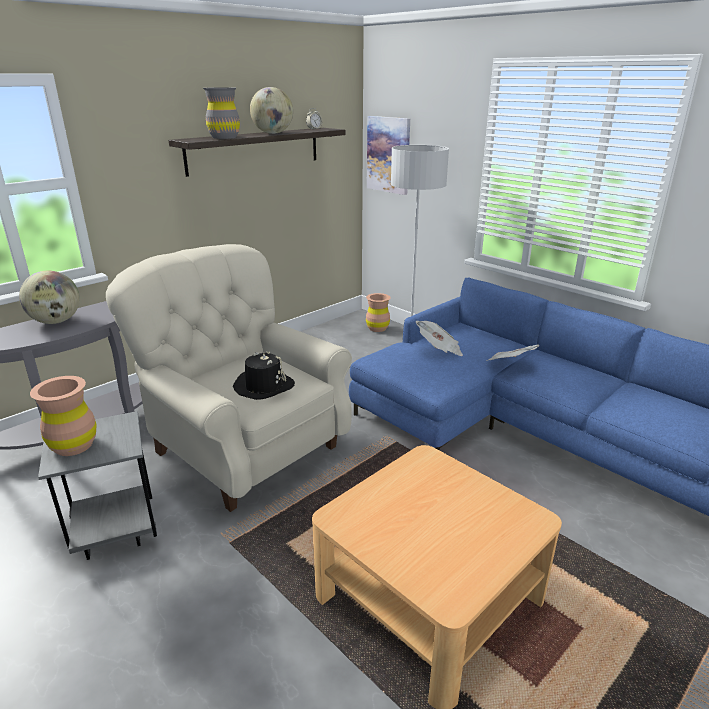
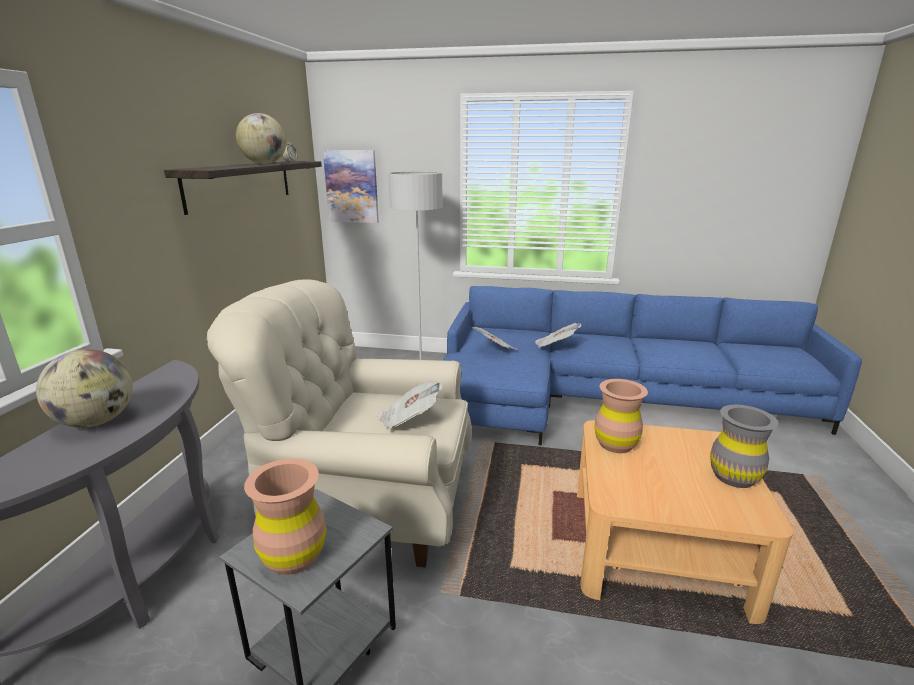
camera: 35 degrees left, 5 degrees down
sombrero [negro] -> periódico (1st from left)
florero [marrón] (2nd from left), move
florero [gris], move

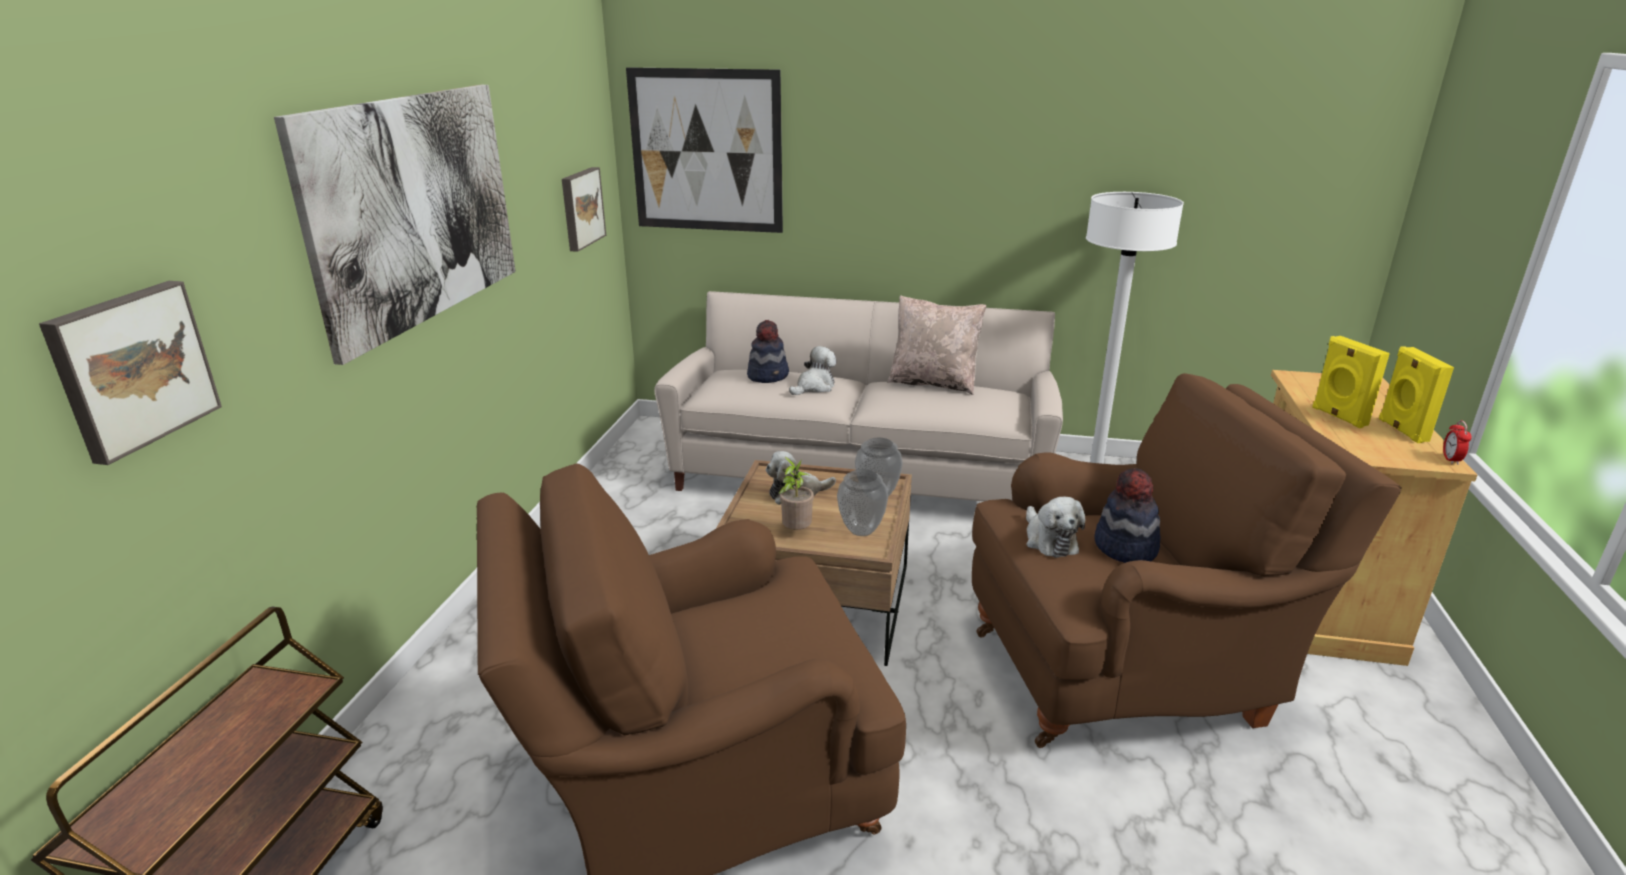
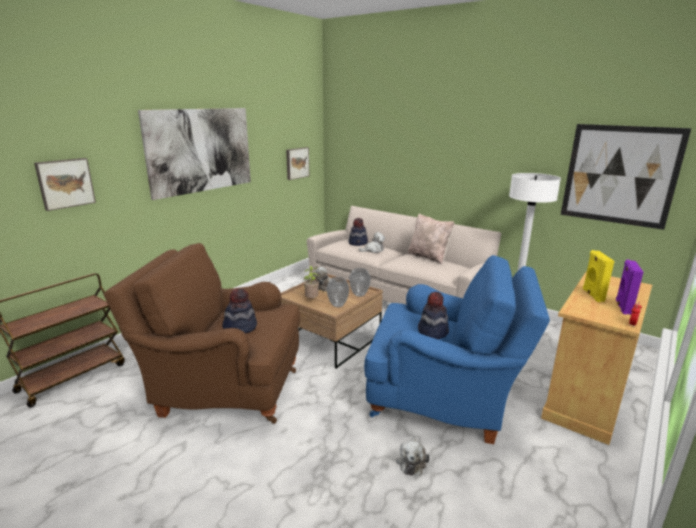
camera: 25 degrees right, 5 degrees down
none -> sombrero (1st from left)
sillón [marrón] (2nd from left) -> sillón [azul]
peluche (3rd from left), move
cuadro (4th from left), move
altavoz [amarillo] (2nd from left) -> altavoz [morado]

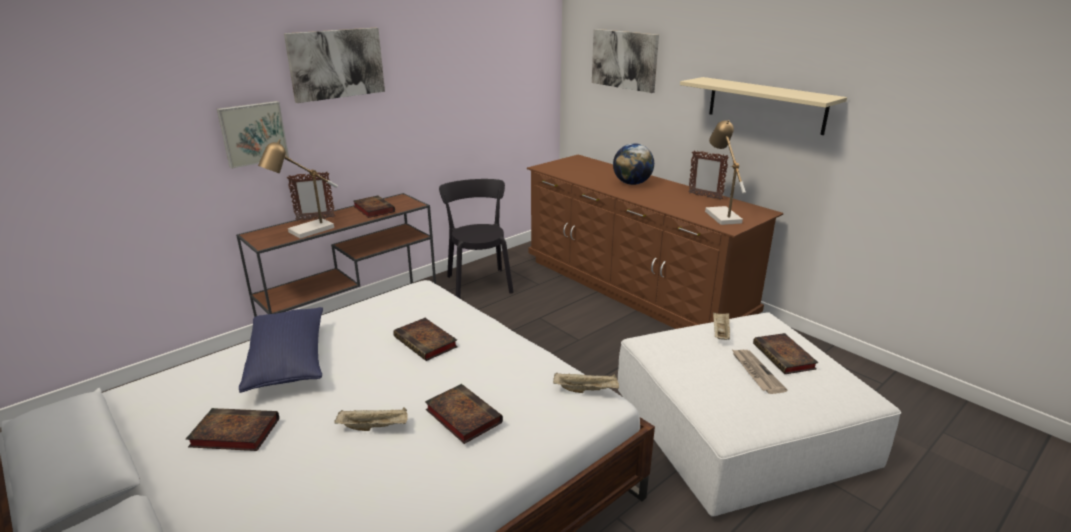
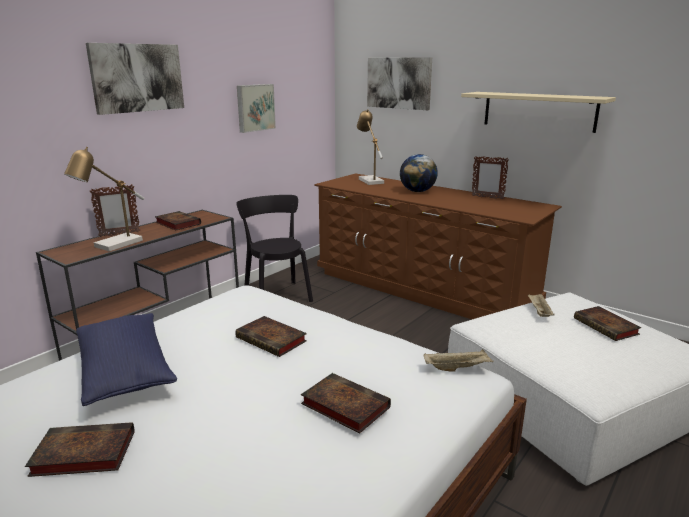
camera: 10 degrees left, 5 degrees down
cuadro (1st from left in the first image) -> cuadro (2nd from left), move
lámpara de mesa (2nd from left), move
bandeja [beis] (1st from left) -> none
periódico -> none

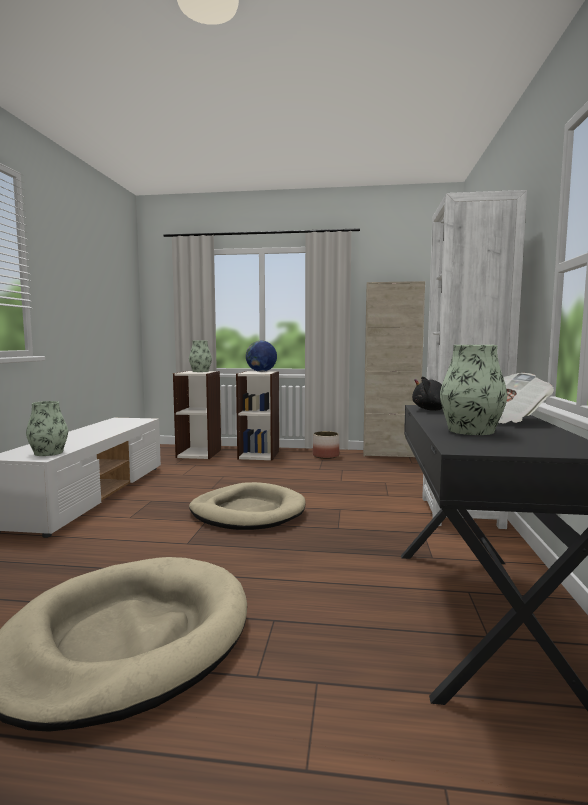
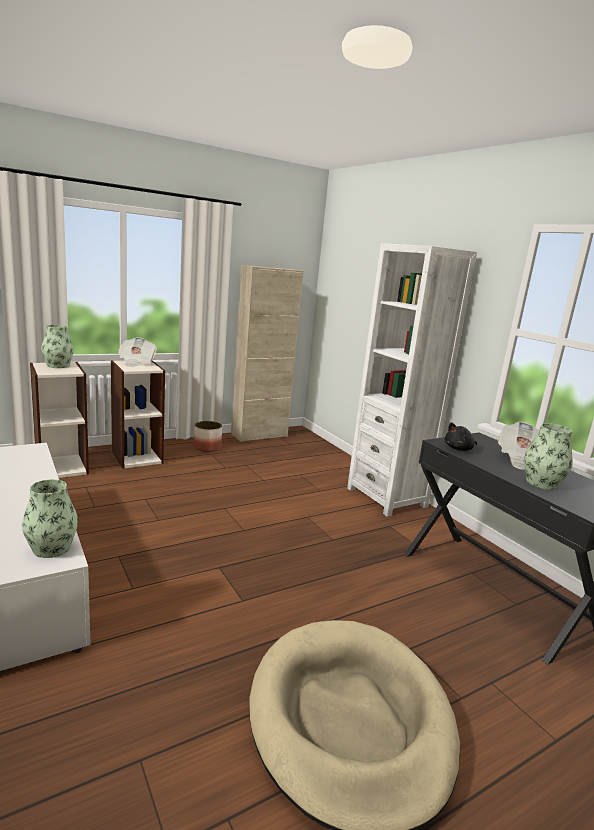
camera: 40 degrees left, 10 degrees up
globo terráqueo -> periódico (1st from left)
cama para perro [beis] (2nd from left) -> none

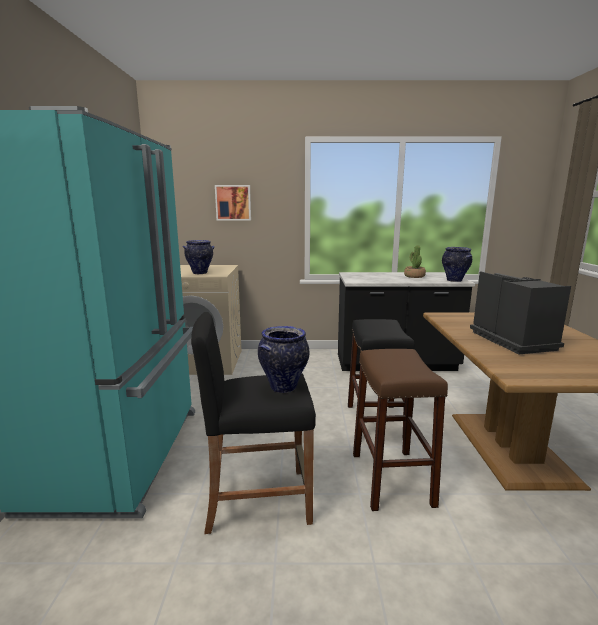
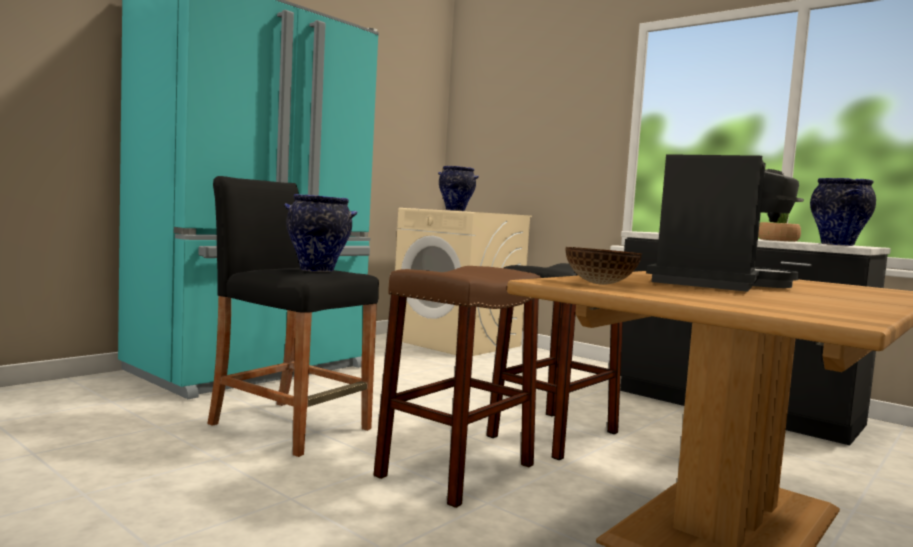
camera: 40 degrees right, 10 degrees down
none -> cuenco
cuadro -> none

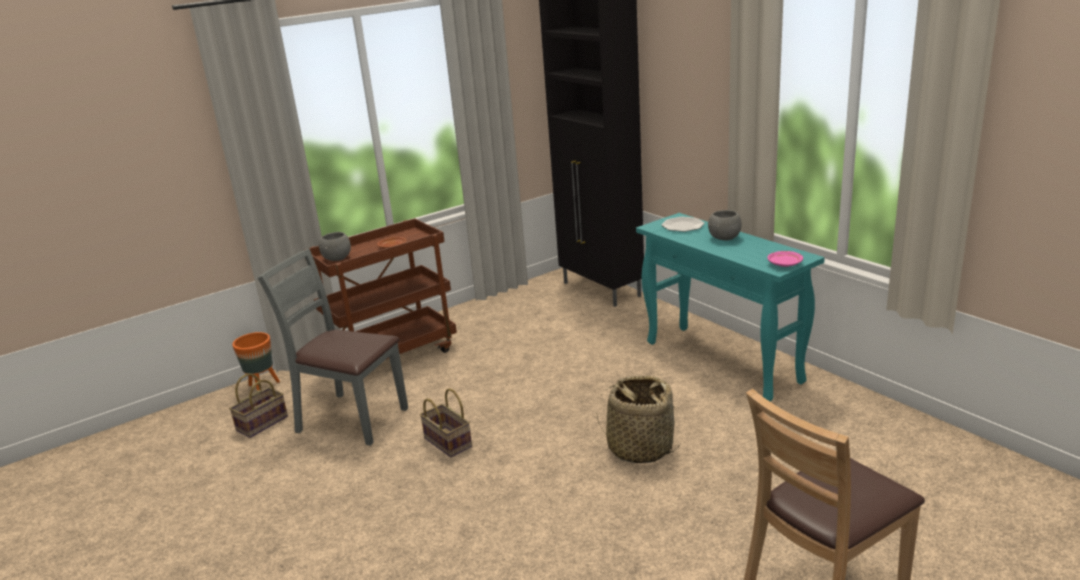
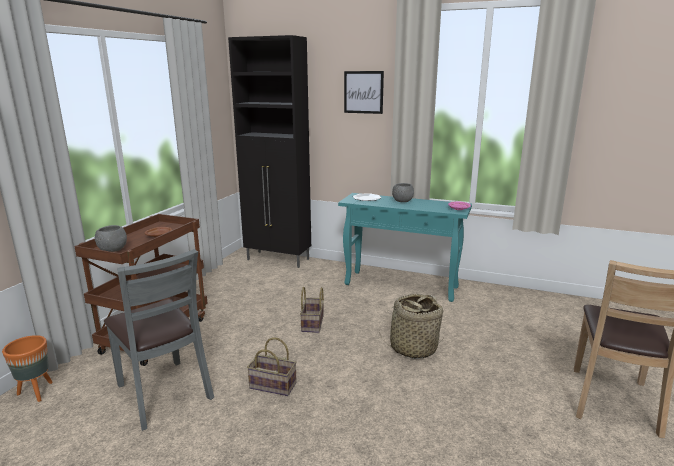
camera: 35 degrees left, 5 degrees down
silla [gris], 120 degrees counterclockwise
cesta (1st from left in the first image) -> cesta (2nd from left), move
none -> cuadro

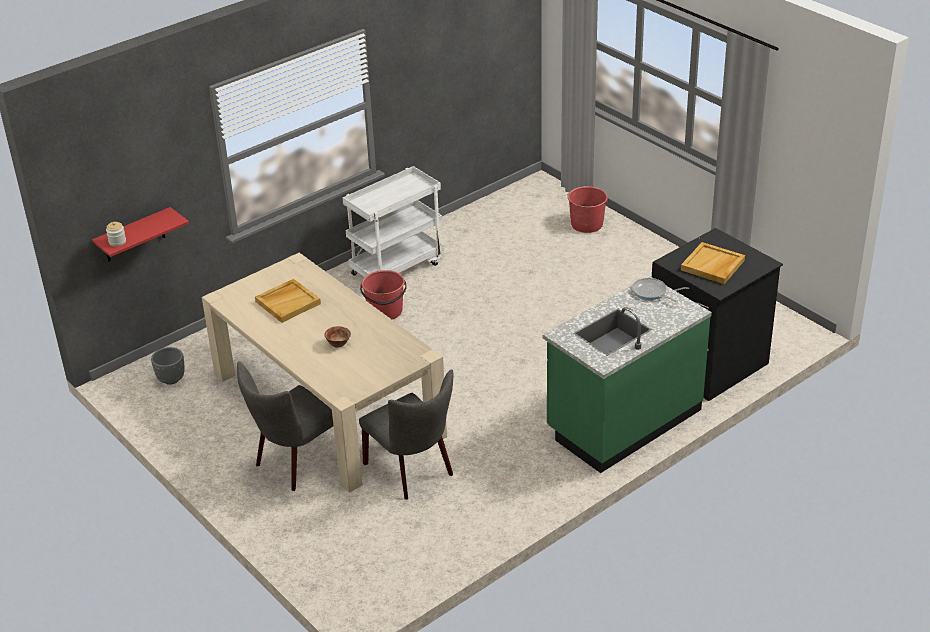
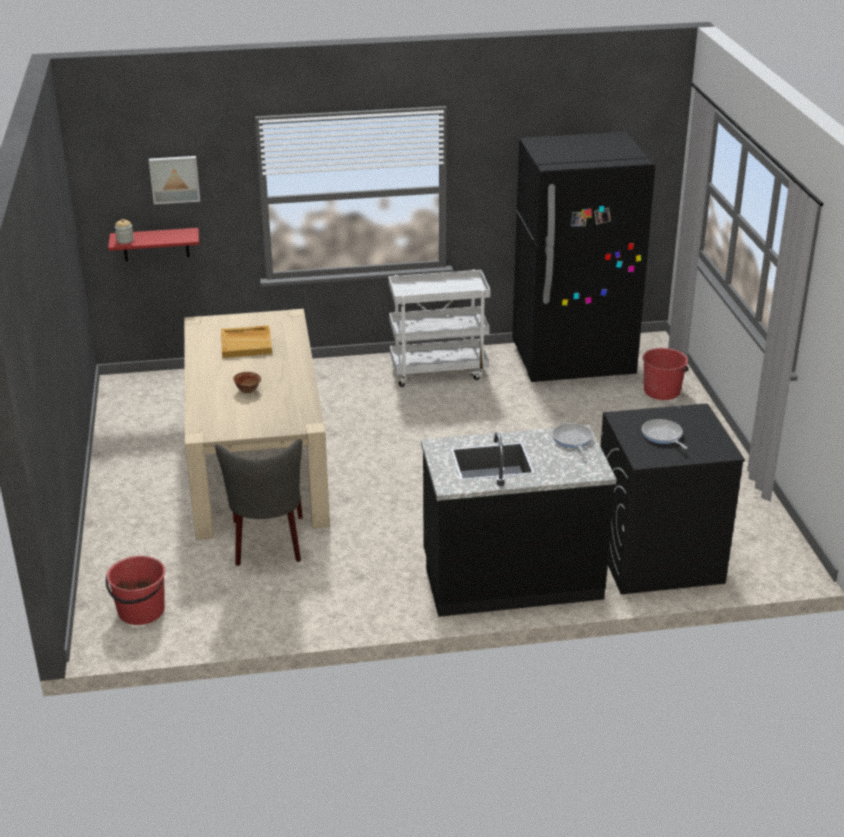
camera: 30 degrees right, 5 degrees down
cubo [rojo] (1st from left), move
none -> cuadro
mueble bajo de cocina [verde] -> mueble bajo de cocina [negro]
none -> nevera [negro]
bandeja [beis] (2nd from left) -> sartén (2nd from left)
maceta [gris] -> none
silla [gris] (1st from left) -> none

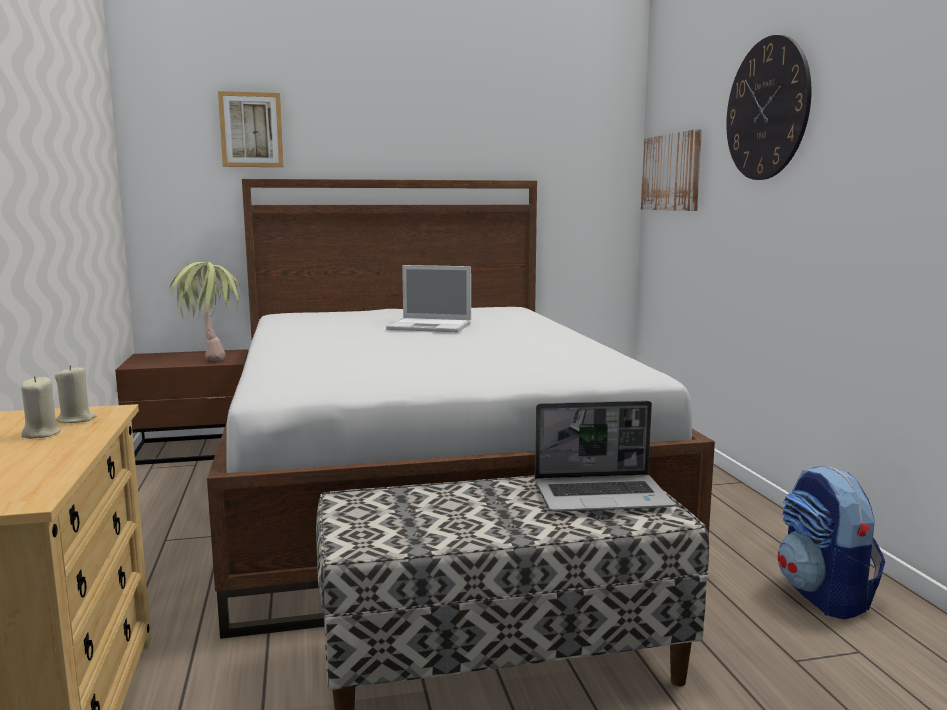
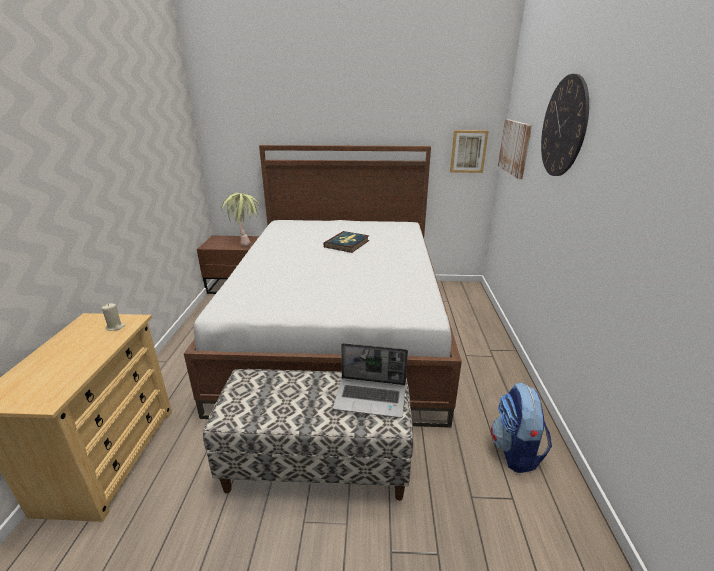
camera: 15 degrees right, 15 degrees up
portátil (1st from left) -> libro
cuadro (1st from left), move
vela [beis] (1st from left) -> none

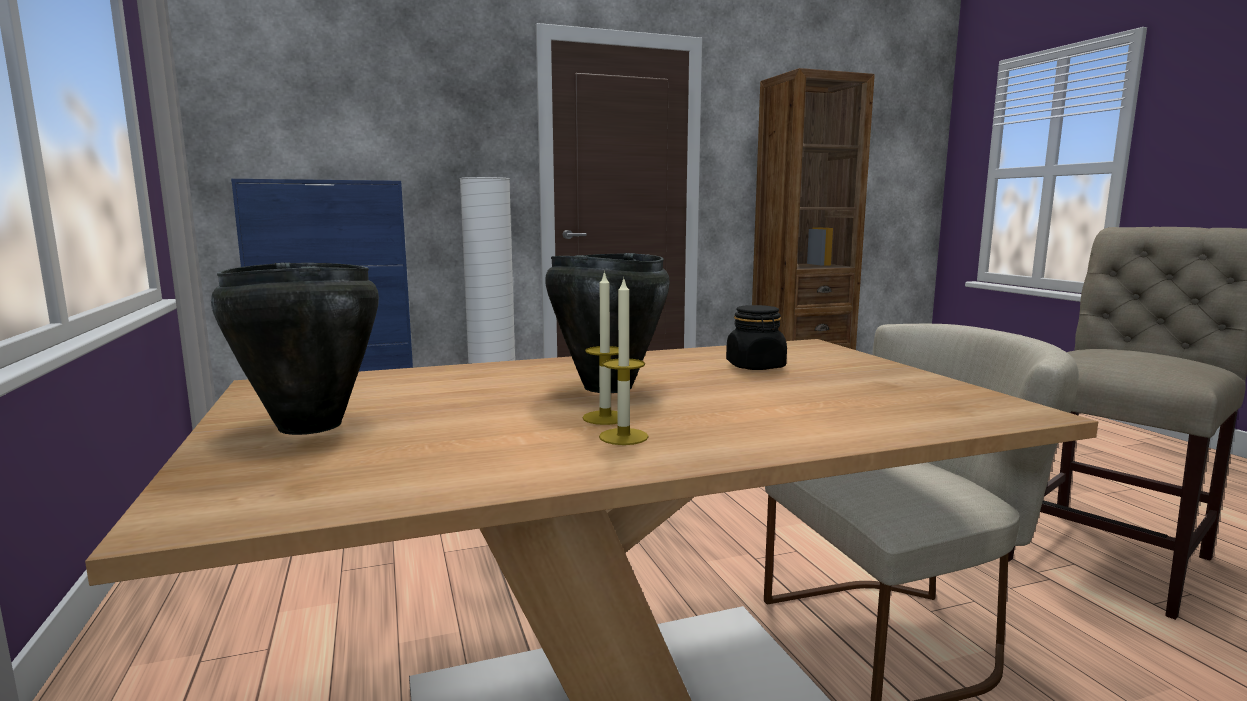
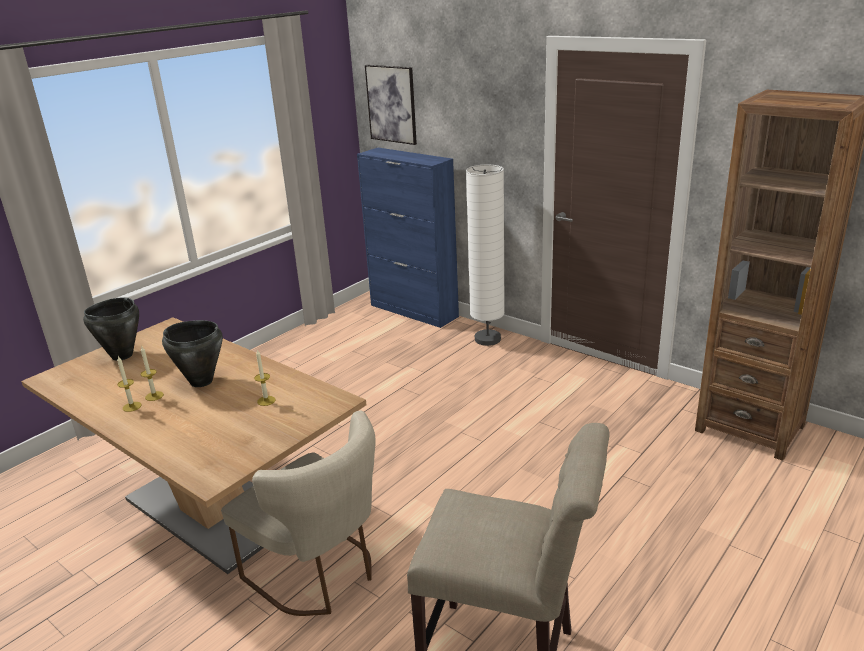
camera: 60 degrees right, 15 degrees up
tarro [negro] -> vela (3rd from left)
none -> cuadro

